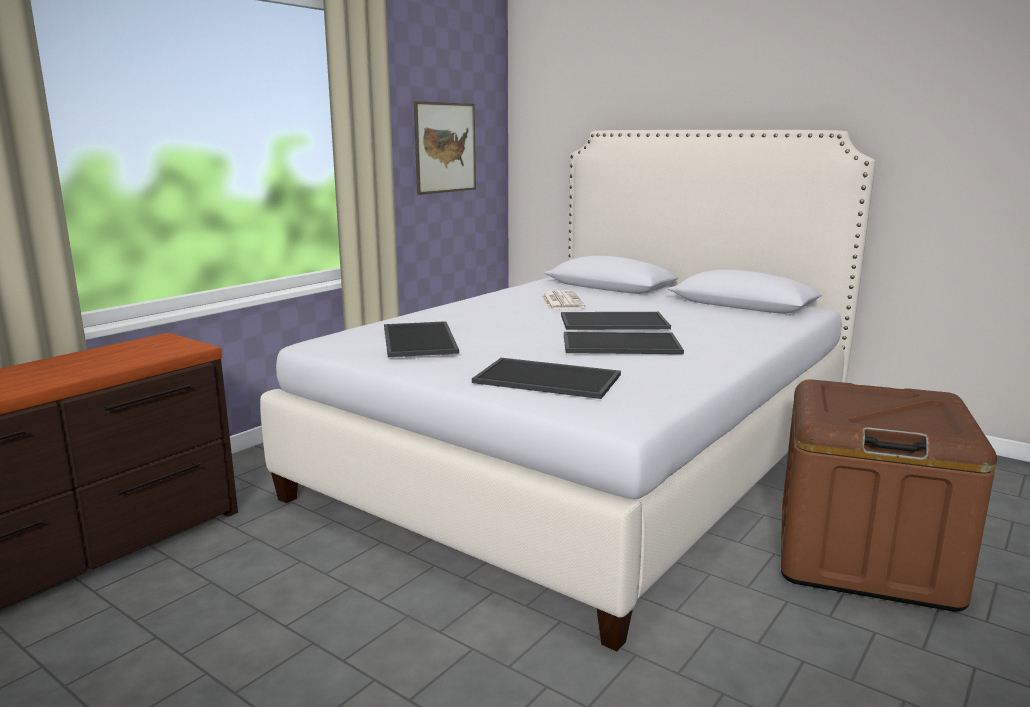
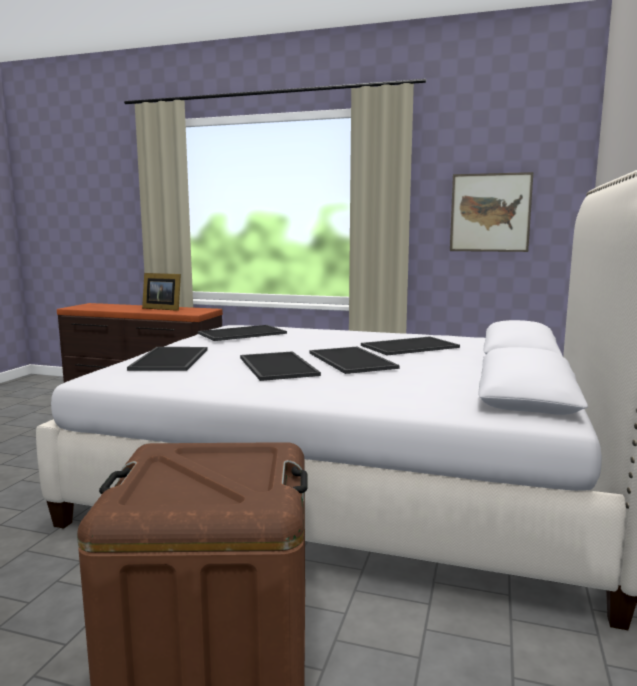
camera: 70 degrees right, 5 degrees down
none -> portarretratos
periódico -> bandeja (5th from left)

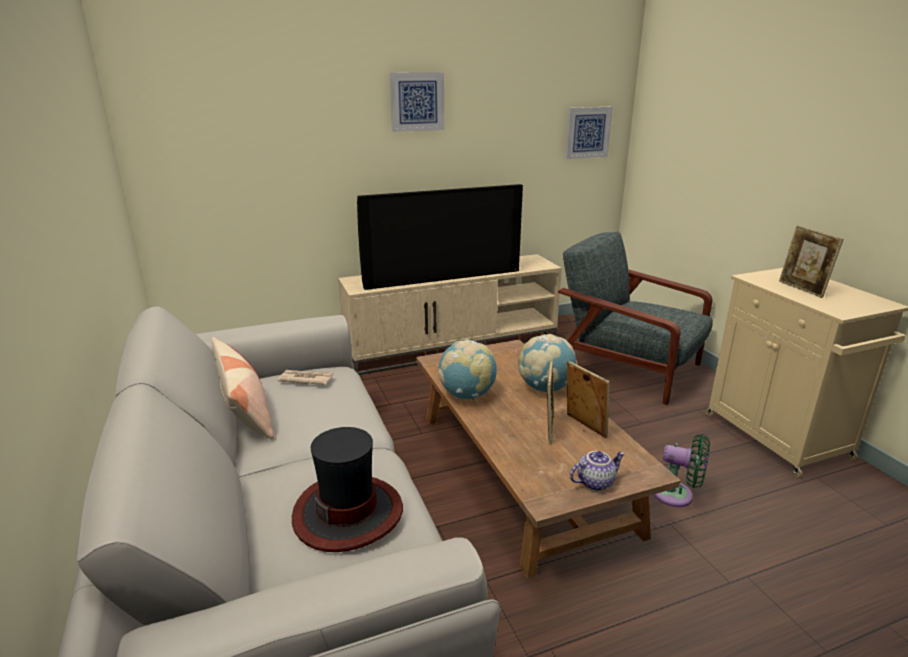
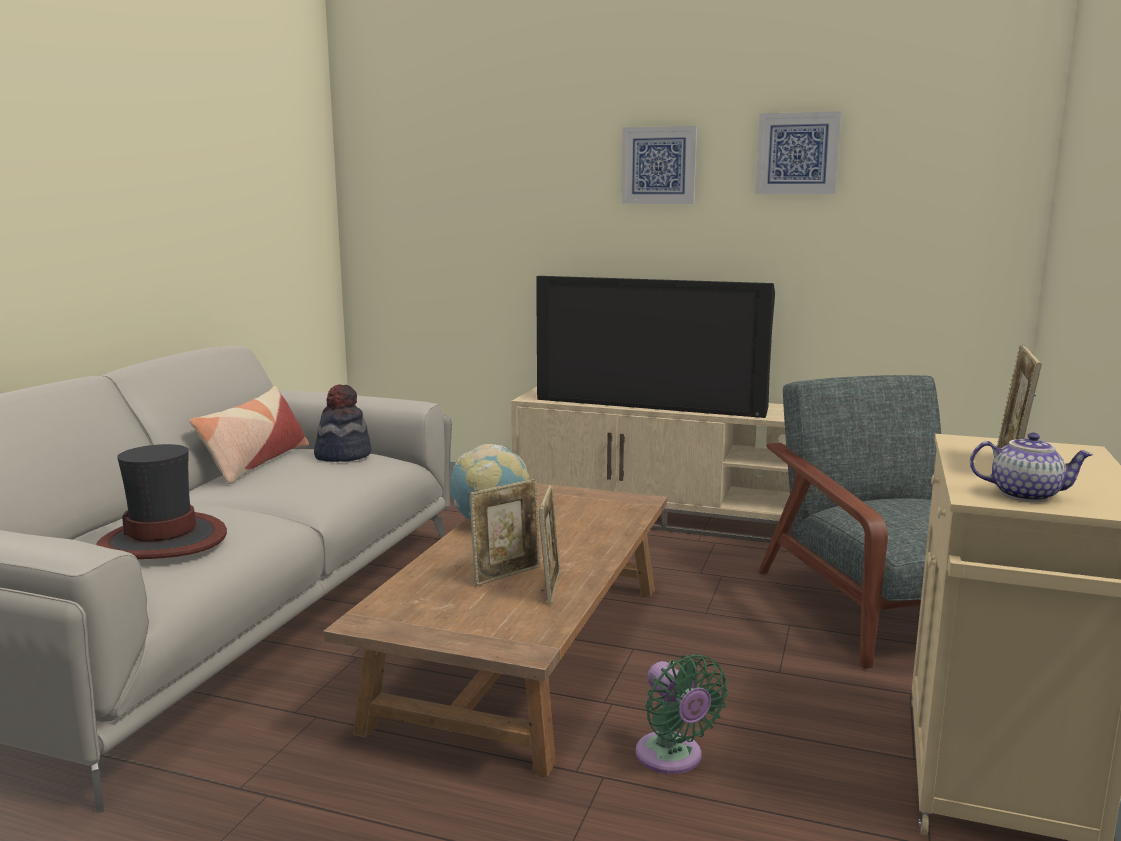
camera: 40 degrees right, 10 degrees down
periódico -> sombrero (2nd from left)
cuadro (2nd from left), move
tetera, move
globo terráqueo (2nd from left) -> none

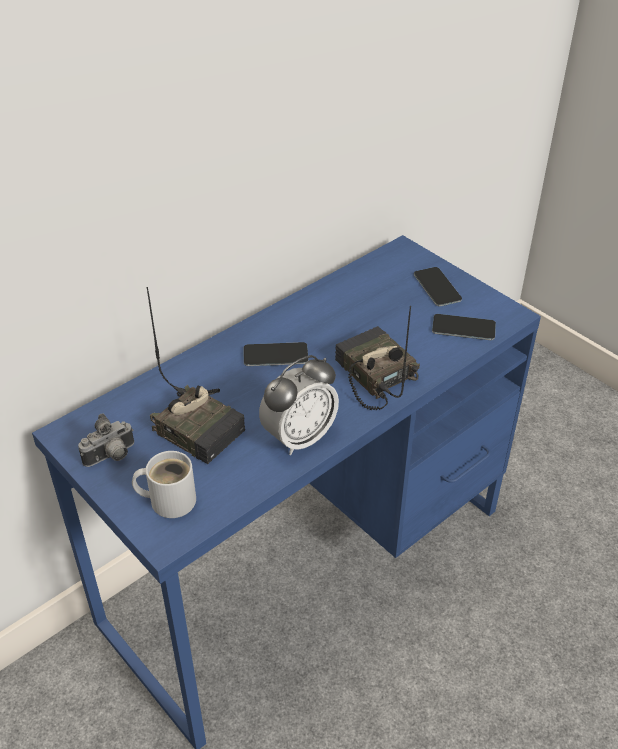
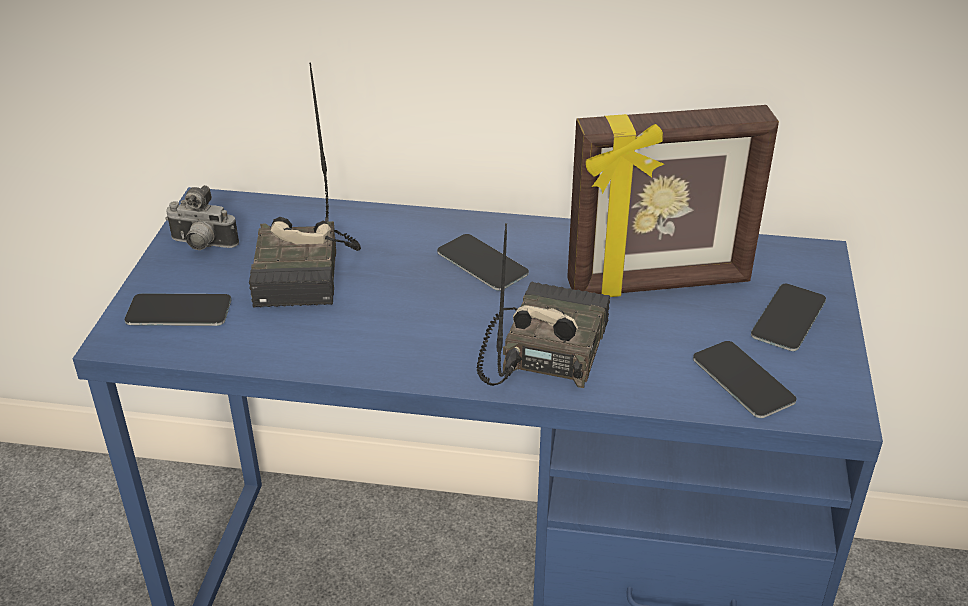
camera: 50 degrees right, 5 degrees down
taza grande [blanco] -> móvil (1st from left)
none -> portarretratos
despertador -> none

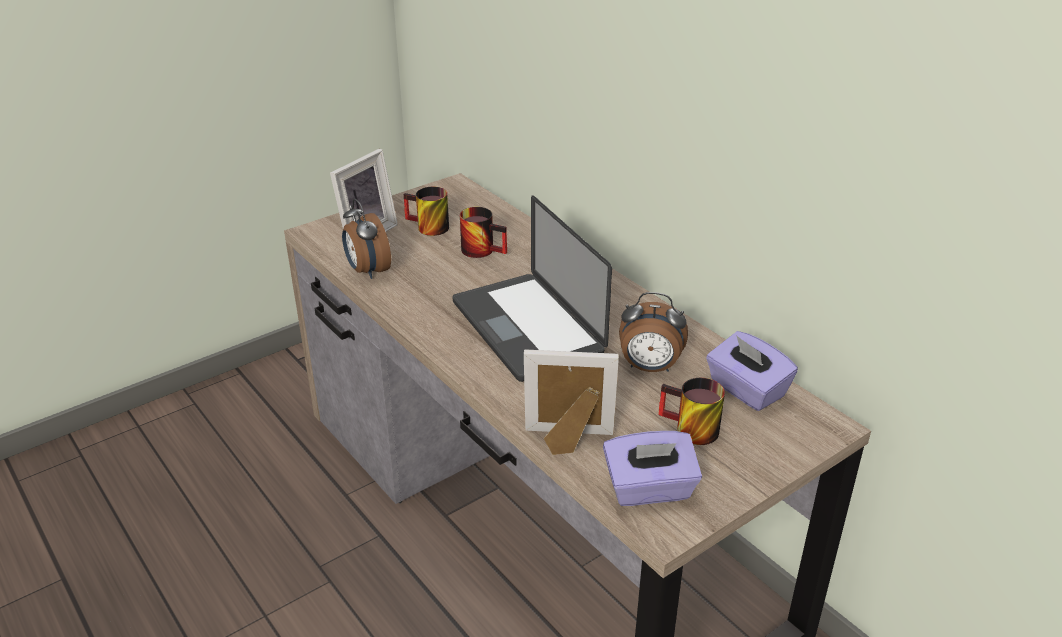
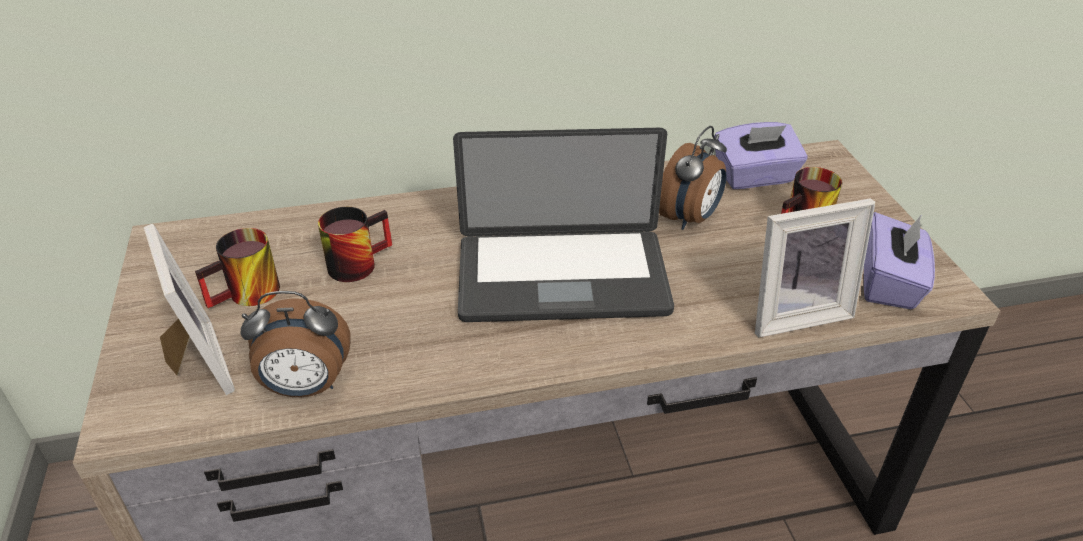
camera: 65 degrees left, 5 degrees up
portarretratos (2nd from left), 135 degrees counterclockwise

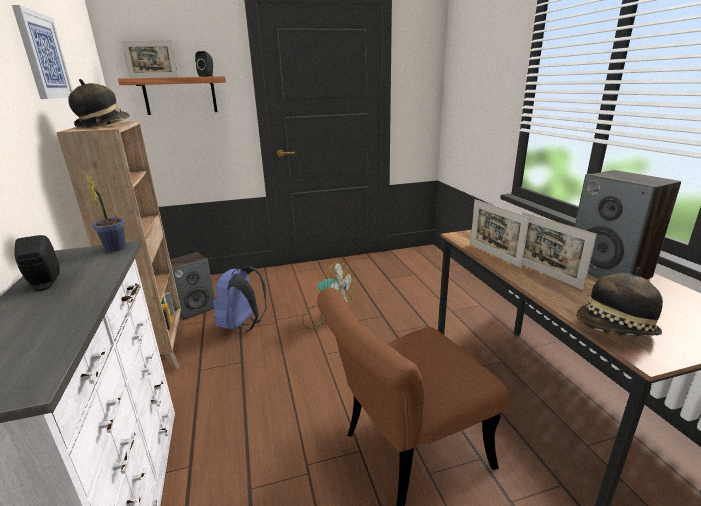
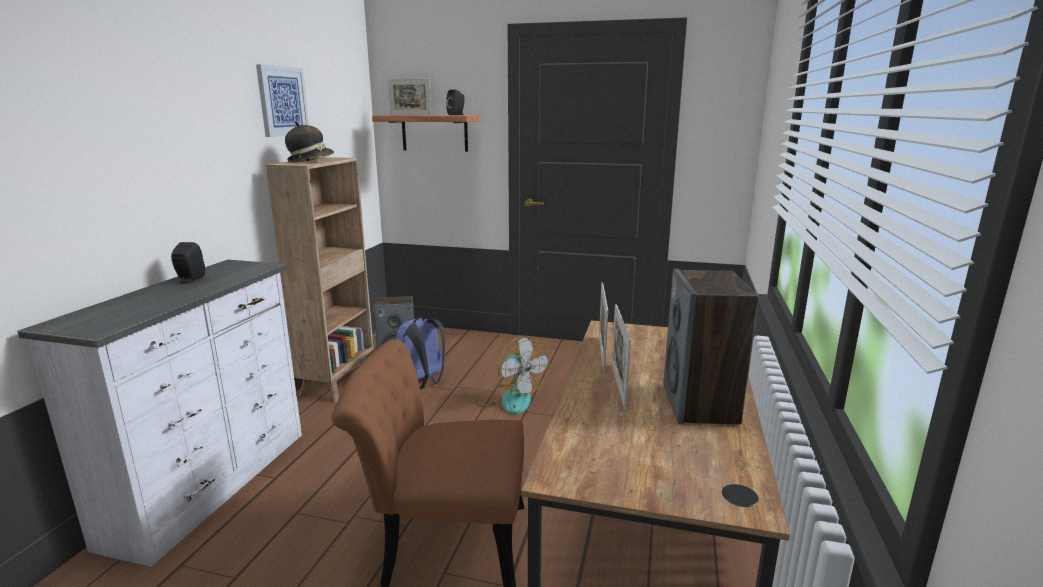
camera: 30 degrees right, 5 degrees down
planta en maceta -> none
sombrero (2nd from left) -> none

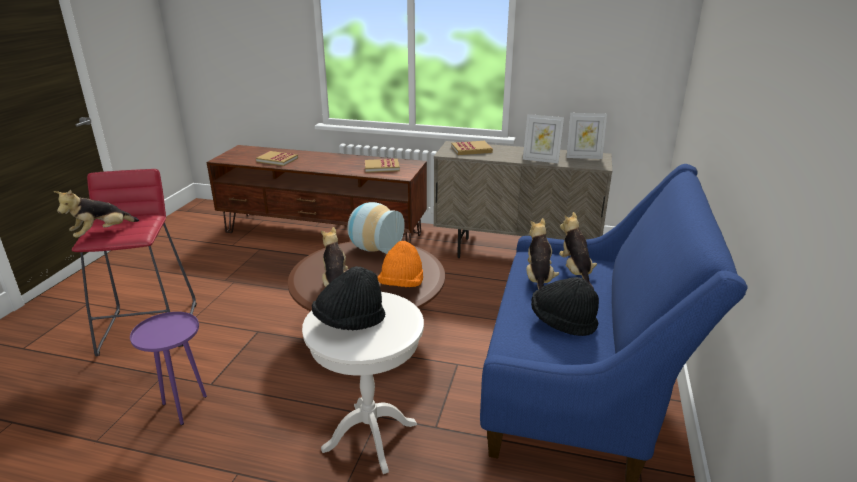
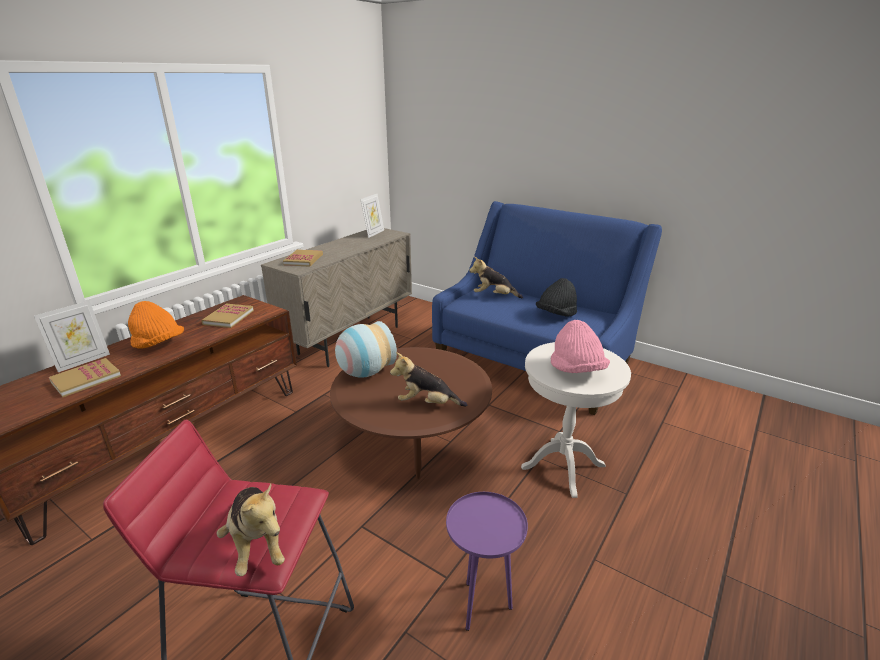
camera: 70 degrees left, 0 degrees up
portarretratos (1st from left), move
sombrero [naranja], move
sombrero [negro] (1st from left) -> sombrero [rosa]
peluche (3rd from left) -> none

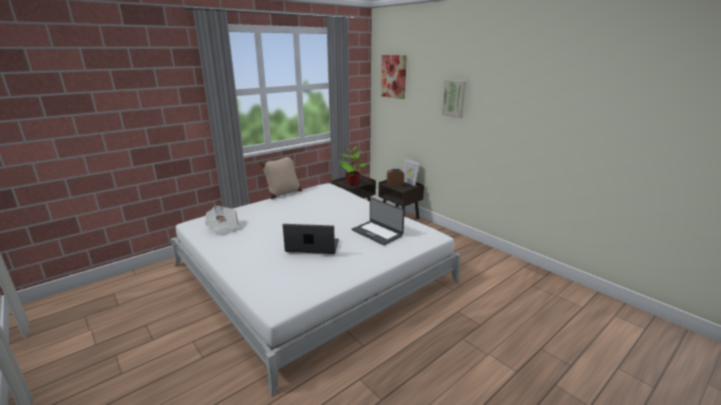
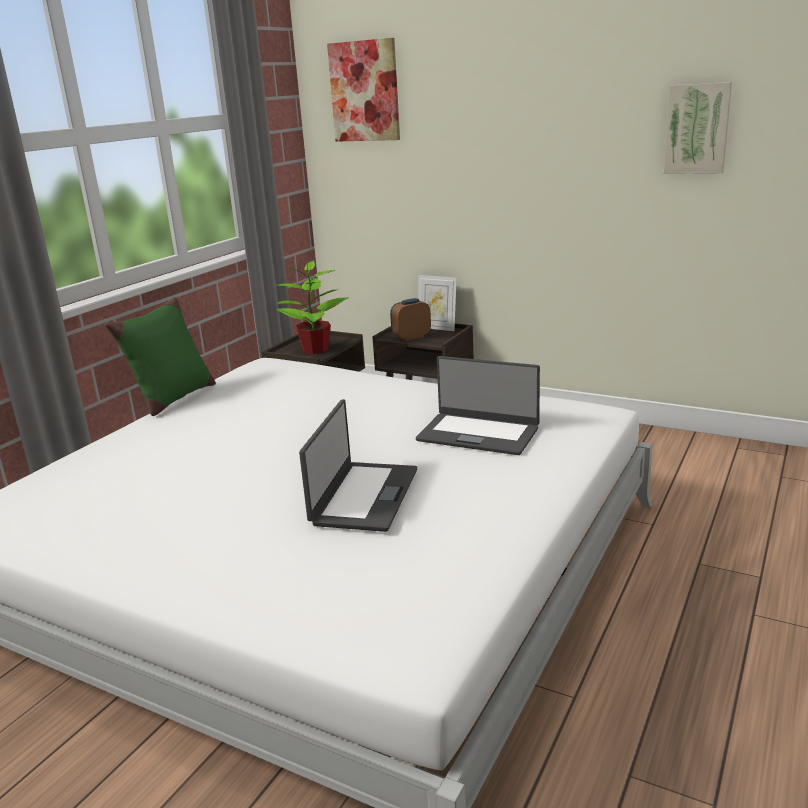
camera: 20 degrees left, 0 degrees up
cojín [beis] -> cojín [verde]
portátil (1st from left), 120 degrees clockwise
cuadro (2nd from left), move
periódico -> none

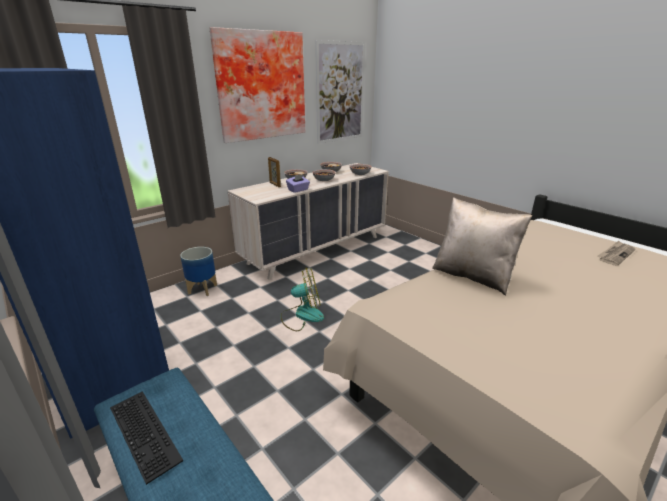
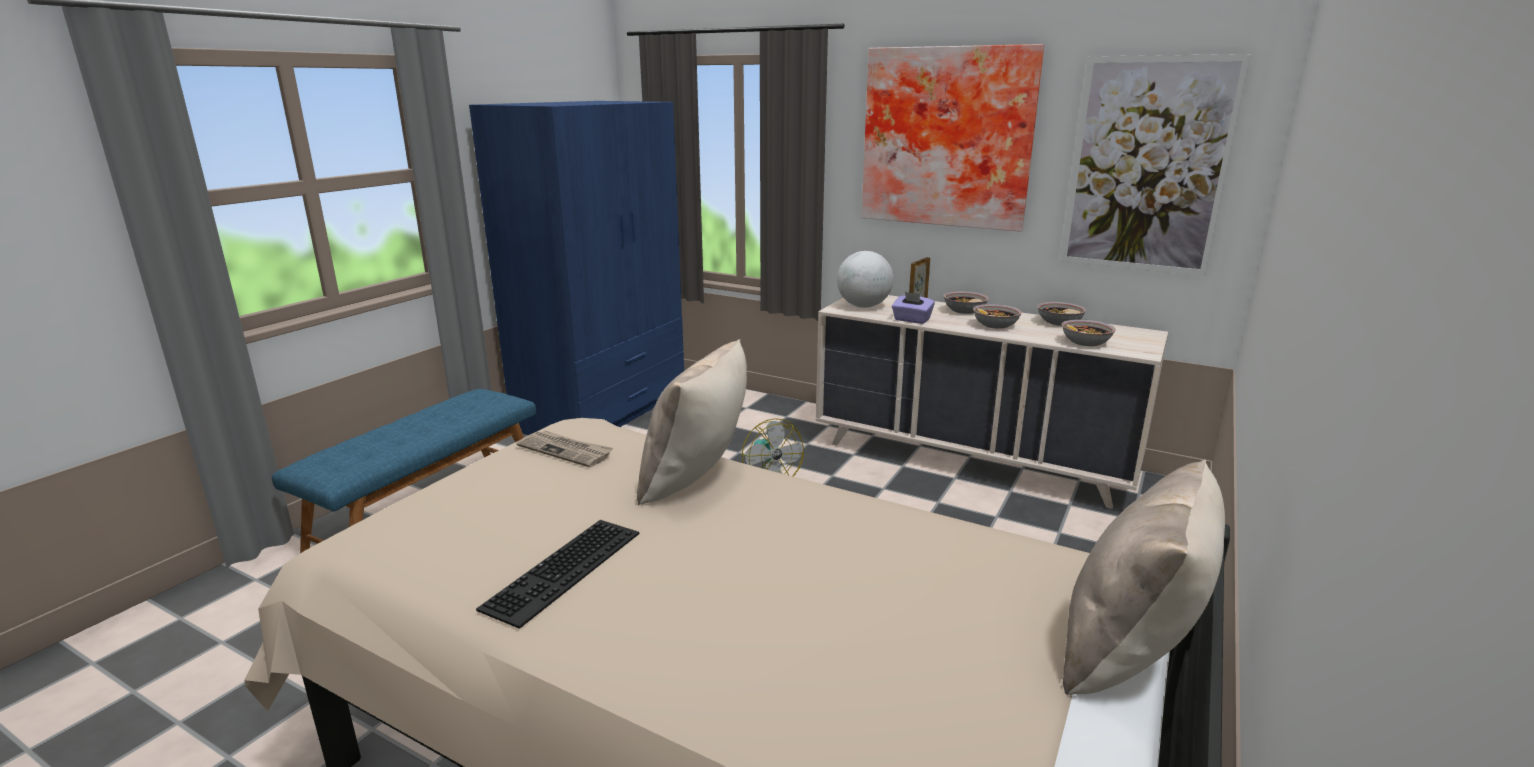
camera: 70 degrees right, 5 degrees down
teclado, move
periódico, move
none -> globo terráqueo
none -> cojín [beis] (2nd from left)
maceta -> none

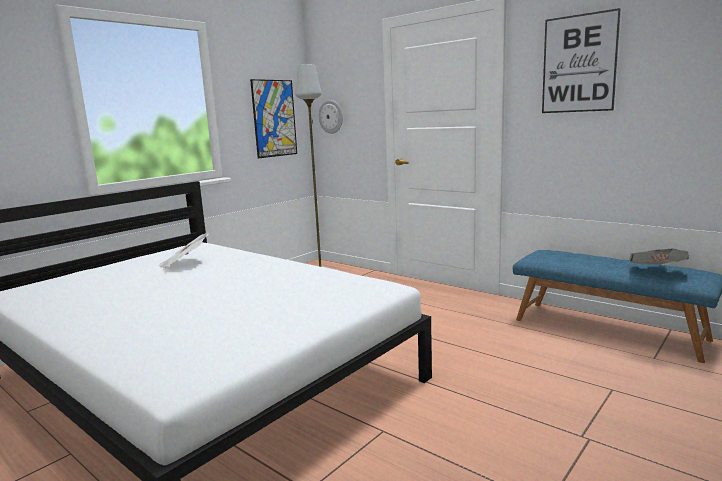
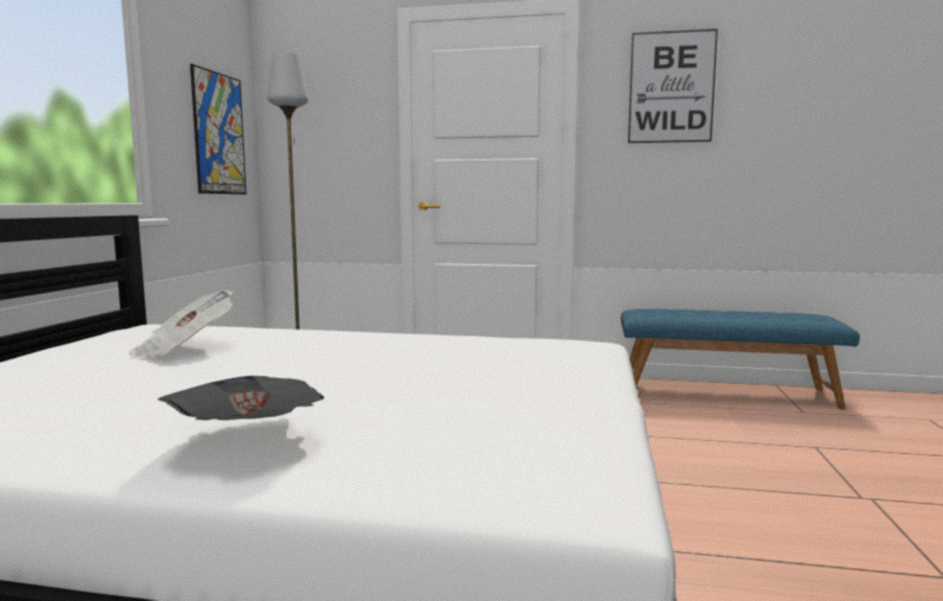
camera: 30 degrees left, 5 degrees down
periódico (2nd from left), move
reloj de pared -> none

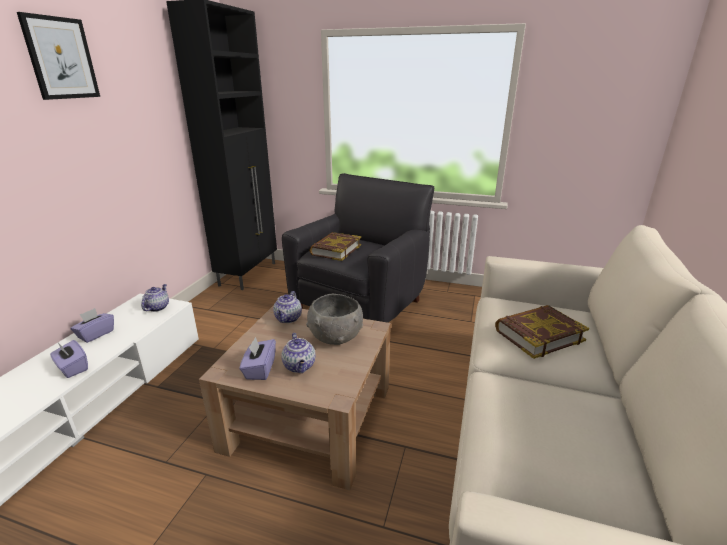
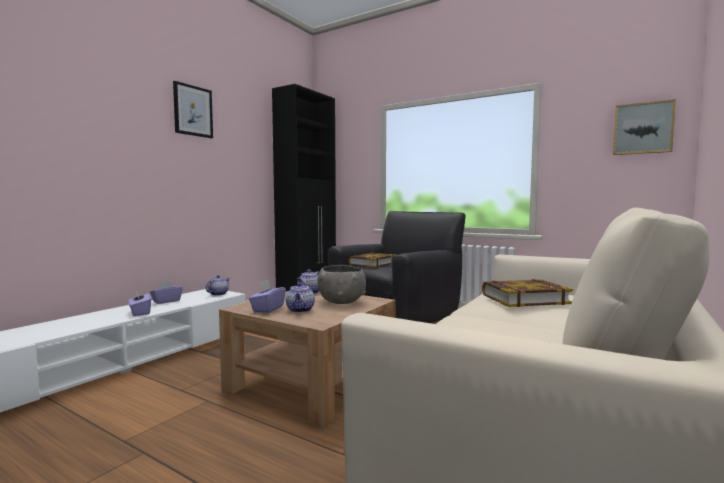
camera: 15 degrees right, 20 degrees down
none -> cuadro (2nd from left)

